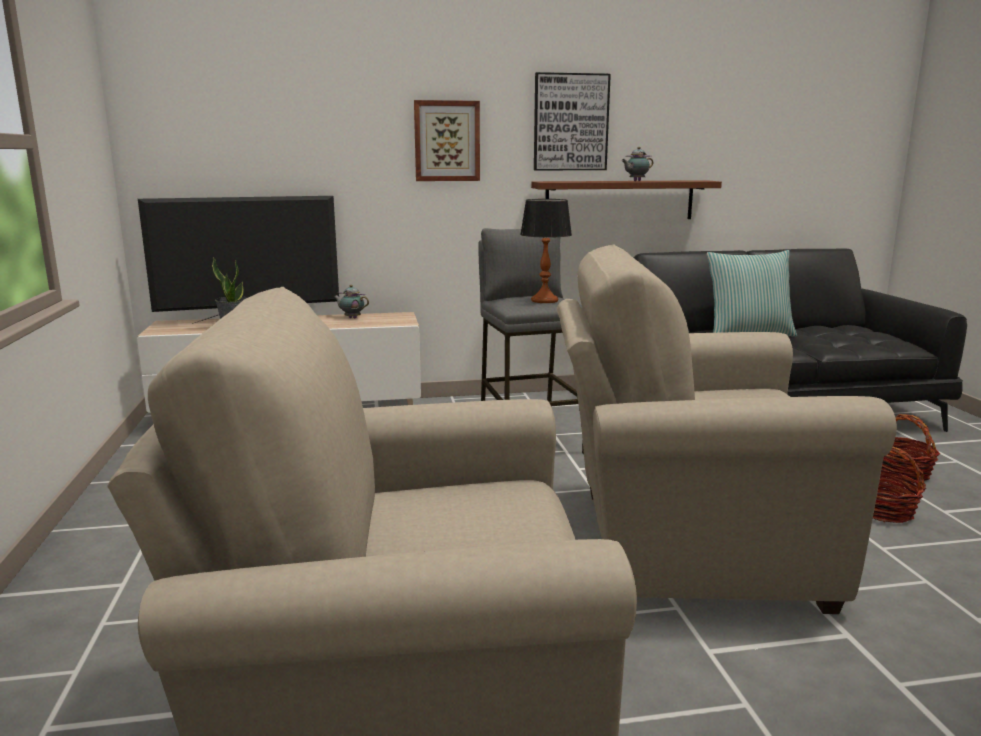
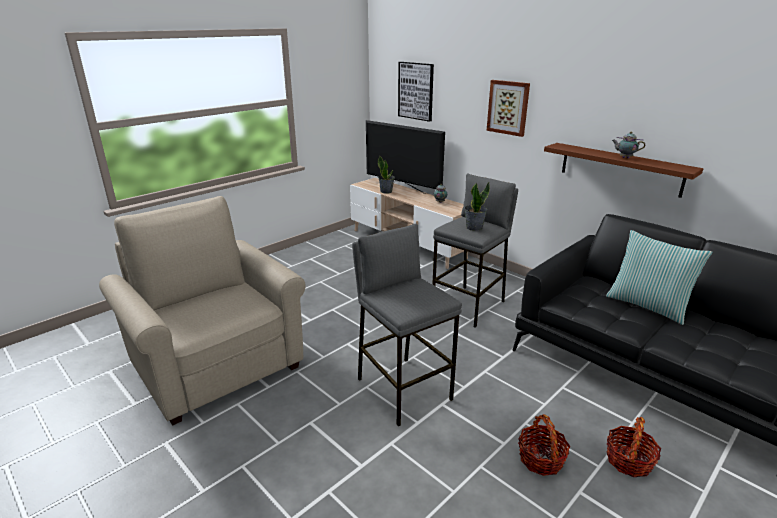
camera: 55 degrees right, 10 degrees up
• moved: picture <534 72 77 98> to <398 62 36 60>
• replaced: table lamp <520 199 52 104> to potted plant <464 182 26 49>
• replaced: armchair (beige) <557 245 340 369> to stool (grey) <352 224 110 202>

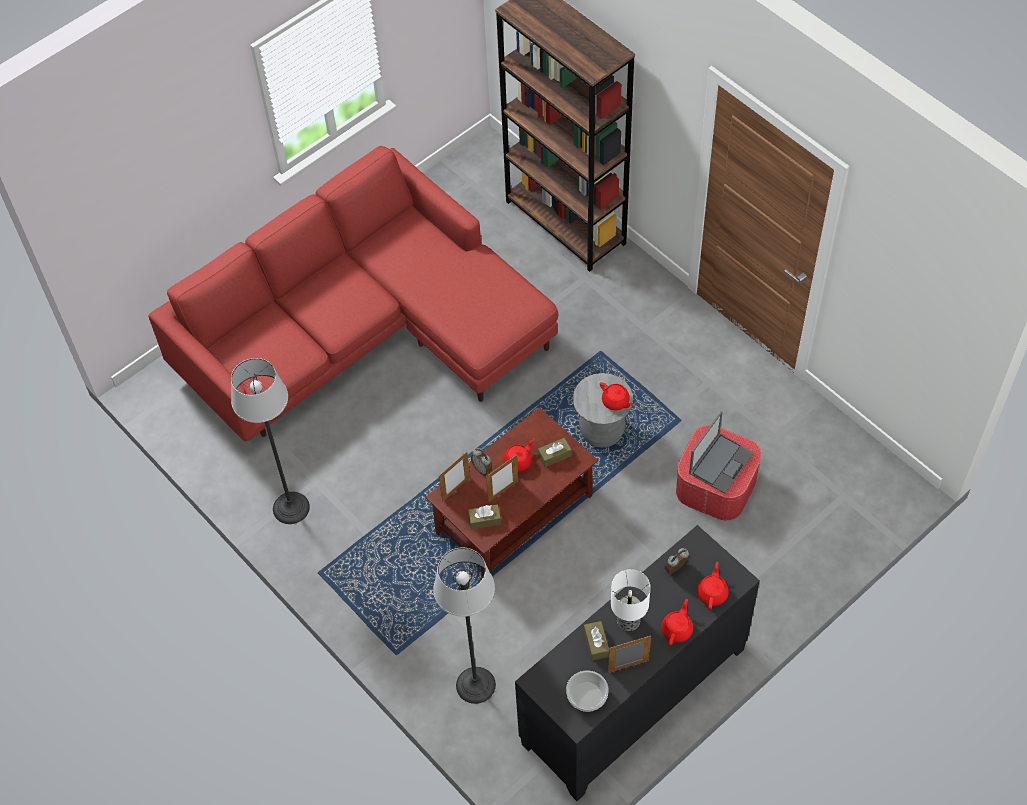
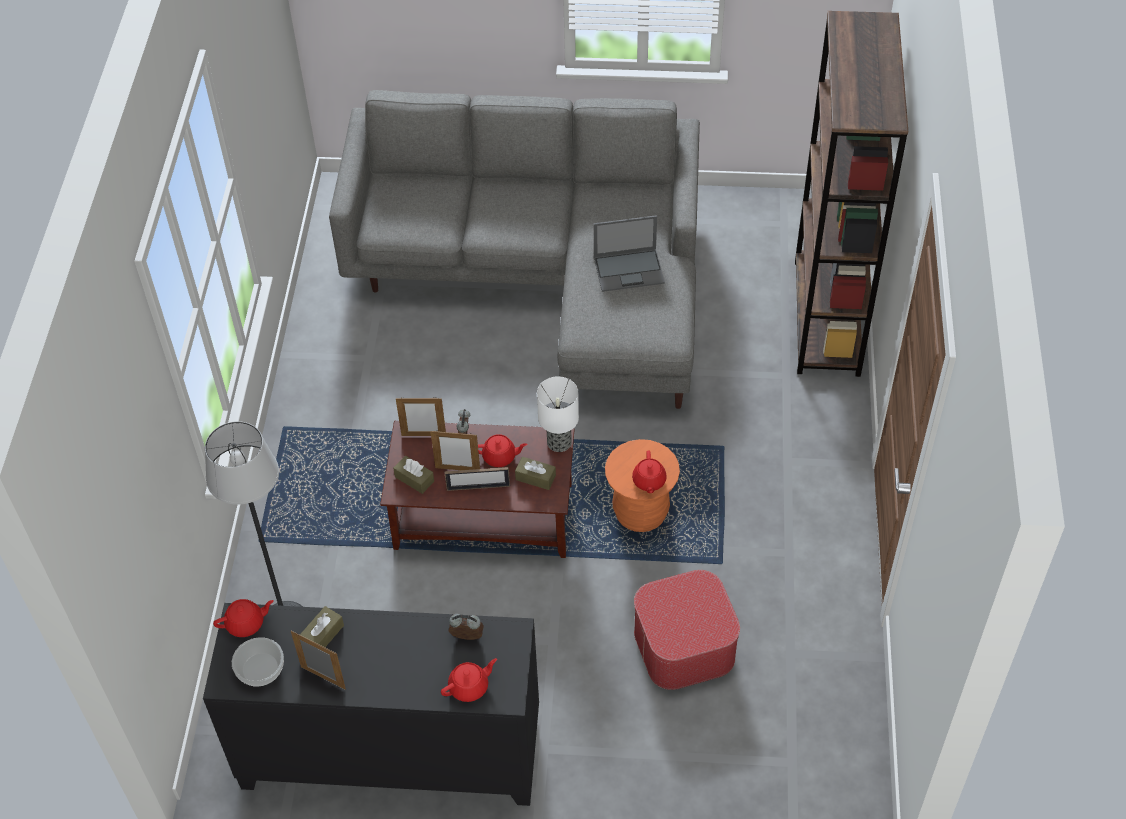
camera: 45 degrees right, 5 degrees down
• removed: floor lamp <231 358 79 166>
• added: picture frame <445 467 65 24>
• moved: table lamp <611 569 40 62> to <537 376 42 76>
• moved: teapot (red) <661 599 32 47> to <213 599 61 38>
• moved: laptop <689 411 65 83> to <594 215 71 77>
• recoloured: sofa (red) <148 146 410 295> to sofa (grey) <329 90 371 319>
• recoloured: stool (grey) <573 373 60 75> to stool (orange) <605 439 75 93>

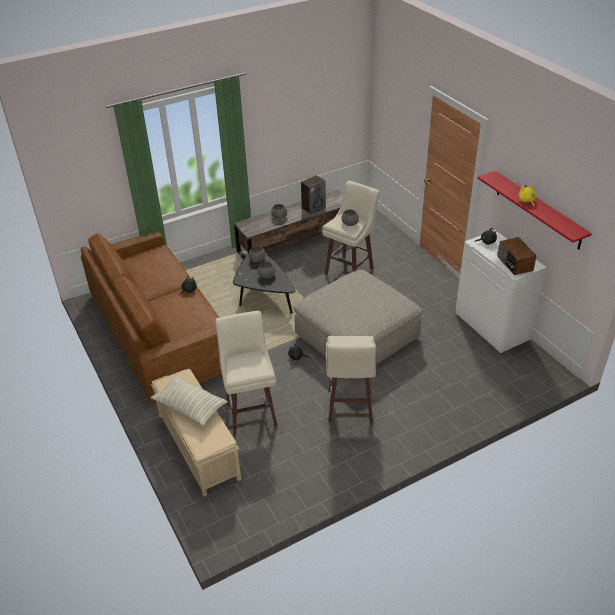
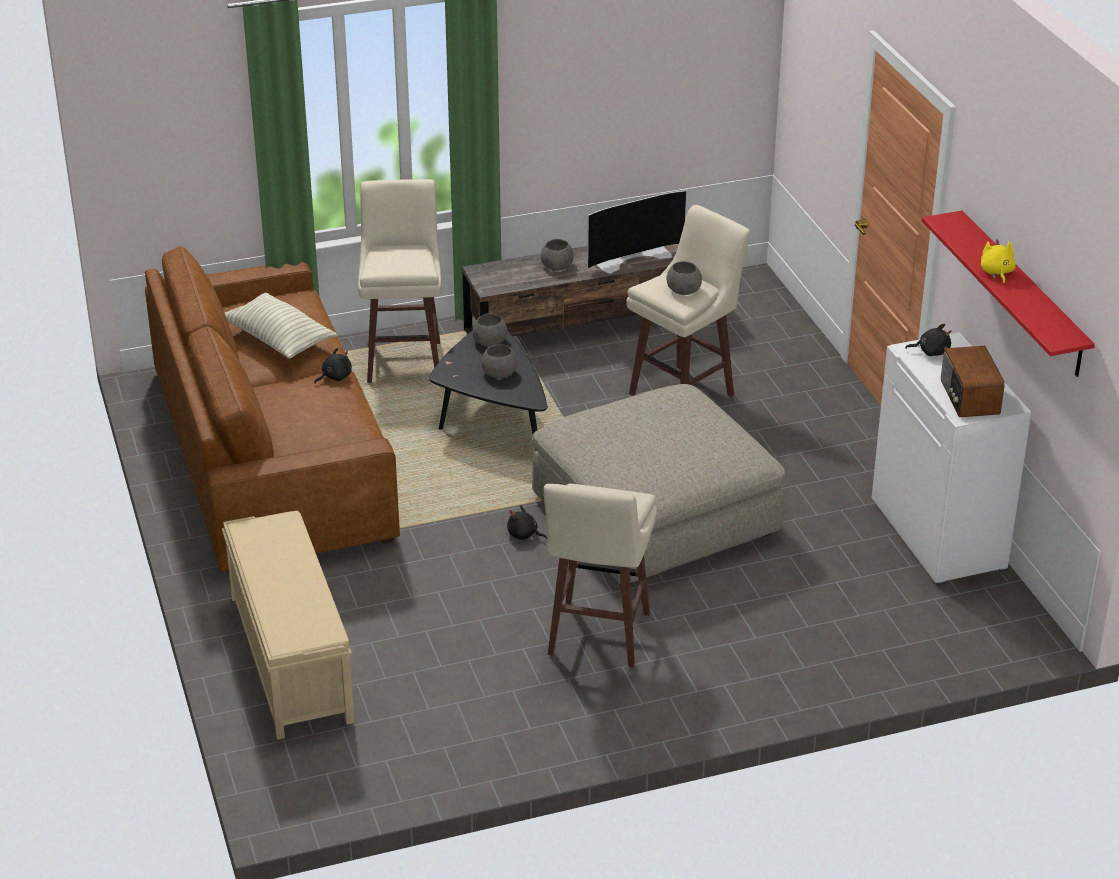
camera: 10 degrees right, 5 degrees down
• moved: pillow <151 375 77 51> to <225 293 112 66>
• moved: stool (beige) <215 311 62 124> to <358 179 84 204>
• replaced: speaker <301 175 25 40> to television <587 191 100 83>

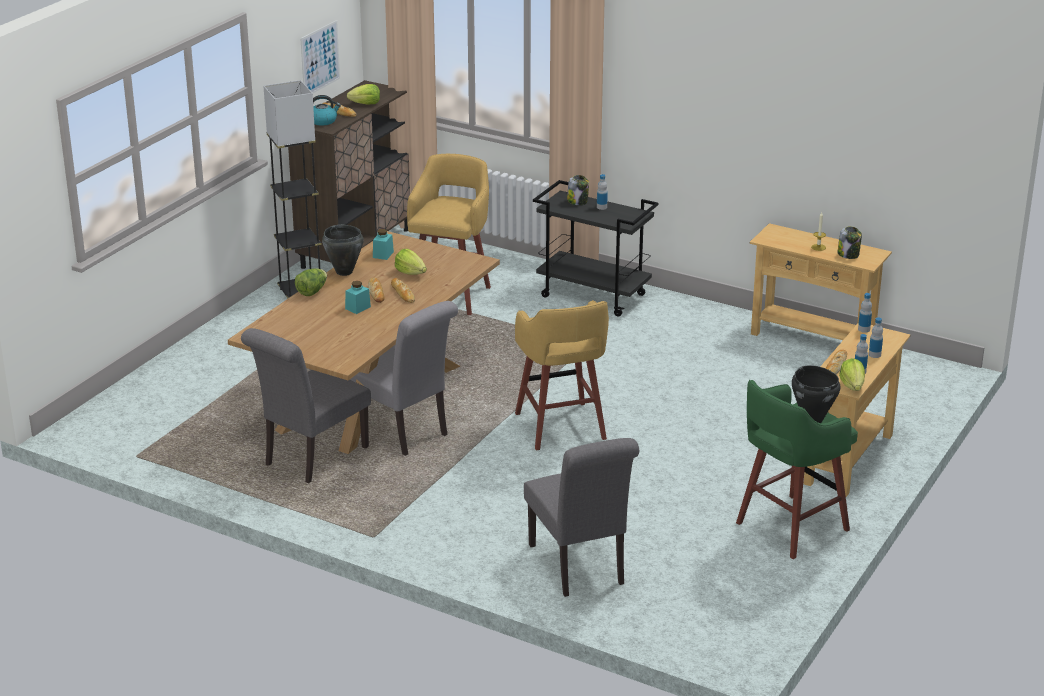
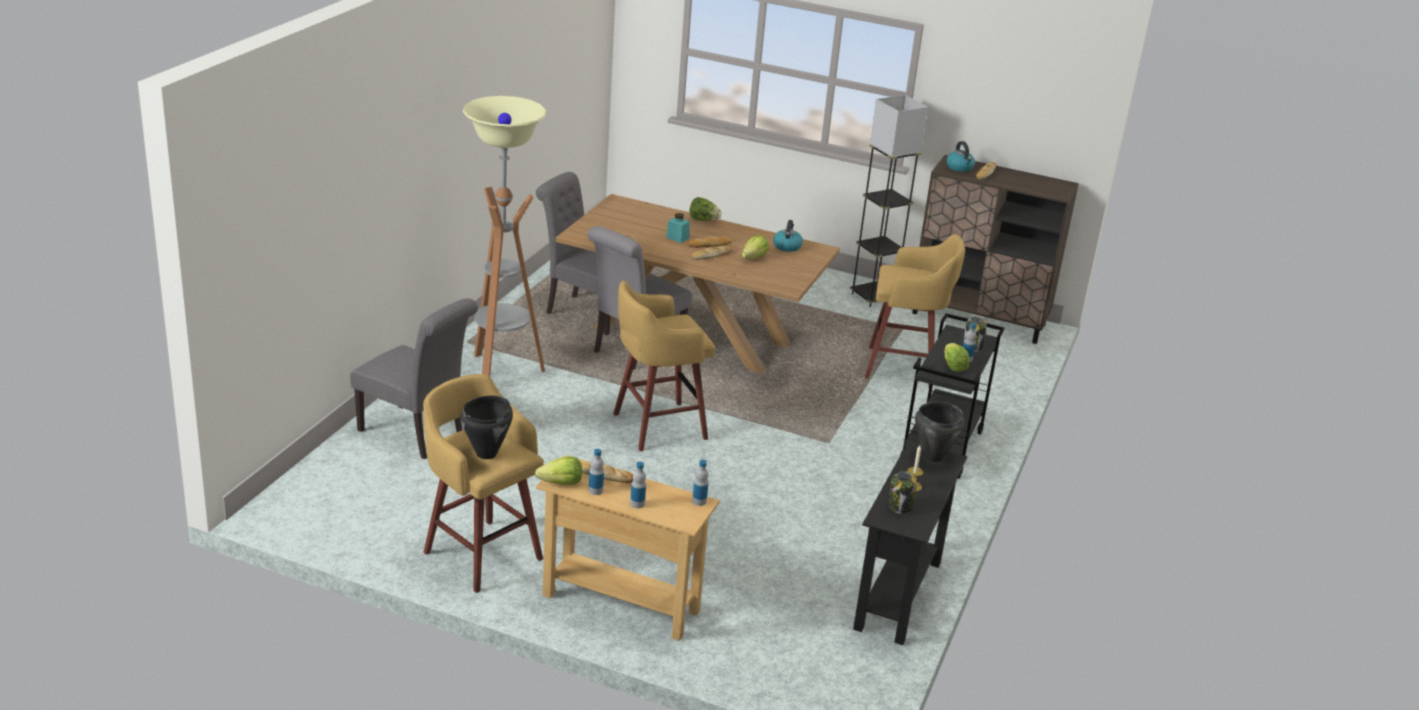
camera: 80 degrees right, 0 degrees up
• removed: picture <300 20 40 73>
• added: floor lamp <463 96 84 280>
• moved: cooking pot (black) <322 225 42 51> to <915 402 50 60>
• moved: lettuce <347 84 33 20> to <944 343 26 29>
• replaced: jar (turquoise) <373 229 21 31> to kettle <773 220 30 32>
• recoloured: stool (green) <736 380 122 179> to stool (yellow) <423 374 121 219>
• recoloured: console table (beige) <750 223 142 117> to console table (black) <853 441 114 204>
• turned: chair (grey) <524 438 115 159> = <350 298 128 161> 120 degrees counterclockwise

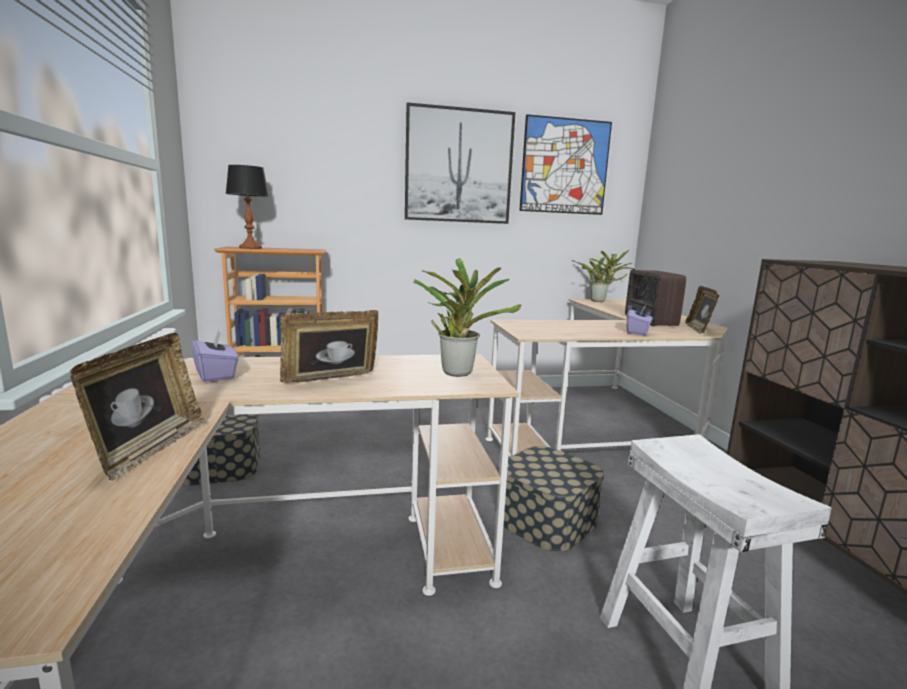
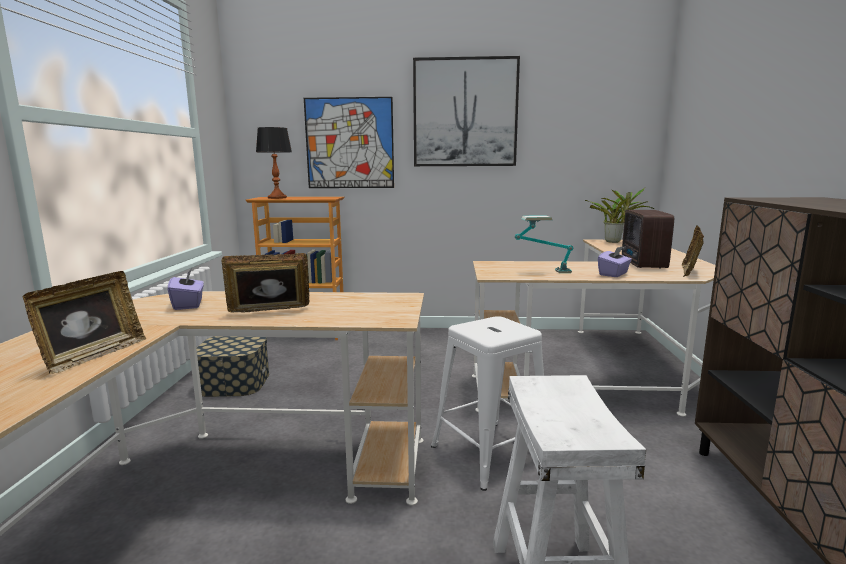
camera: 15 degrees right, 0 degrees up
• removed: potted plant <413 259 108 118>
• added: table lamp <515 215 58 58>
• moved: picture <519 114 93 101> to <304 97 90 91>
• replaced: storage box <498 446 106 106> to stool (white) <431 316 113 175>

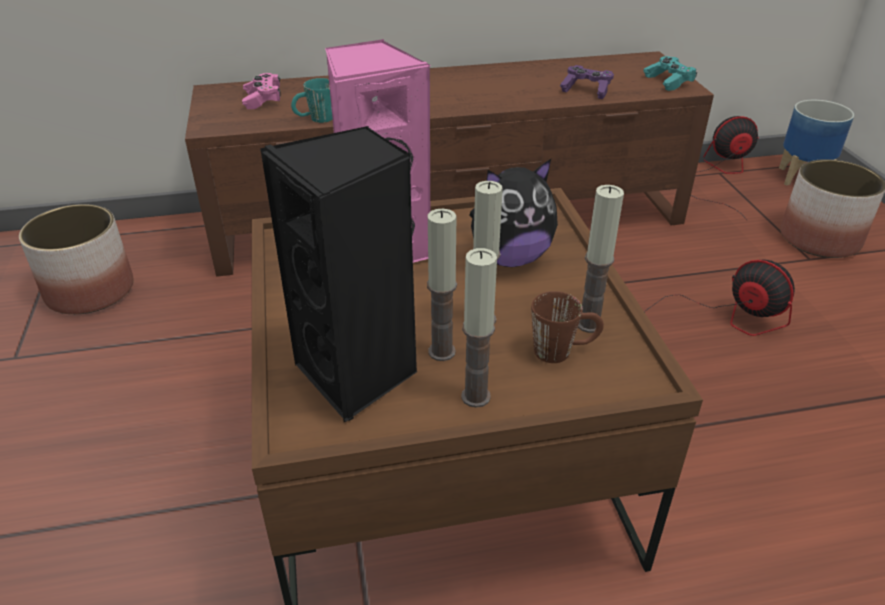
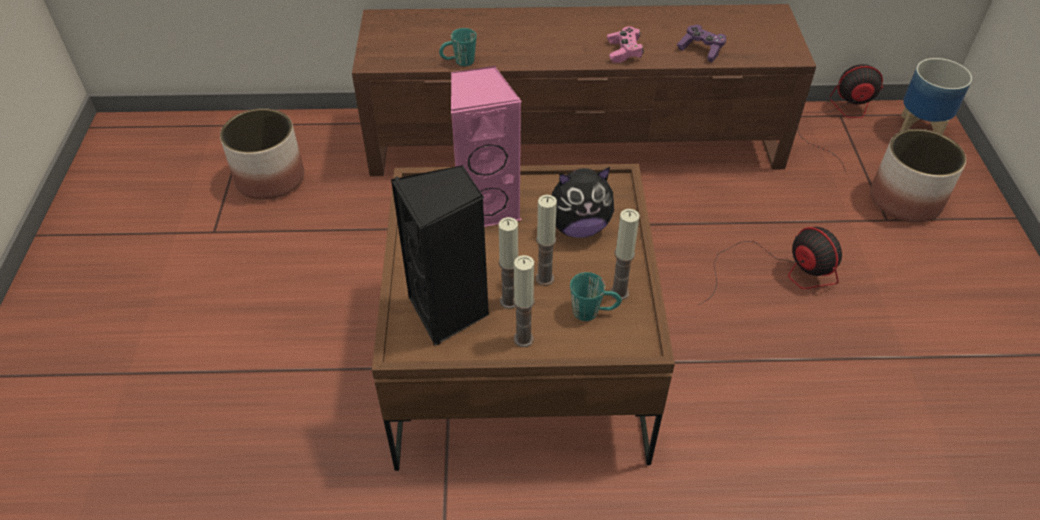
camera: 10 degrees right, 10 degrees up
• removed: game controller (turquoise) <643 56 54 35>
• moved: game controller (pink) <242 73 39 36> to <607 26 37 37>
• recoloured: mug (brown) <531 291 73 72> to mug (turquoise) <570 272 52 49>

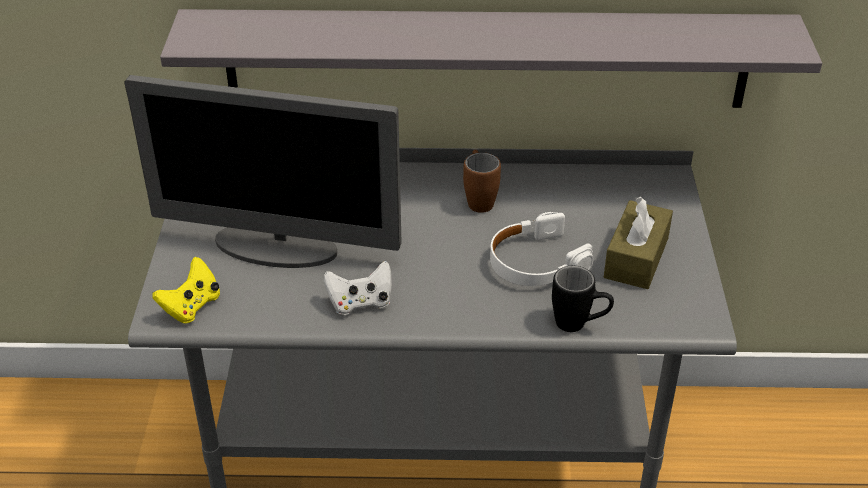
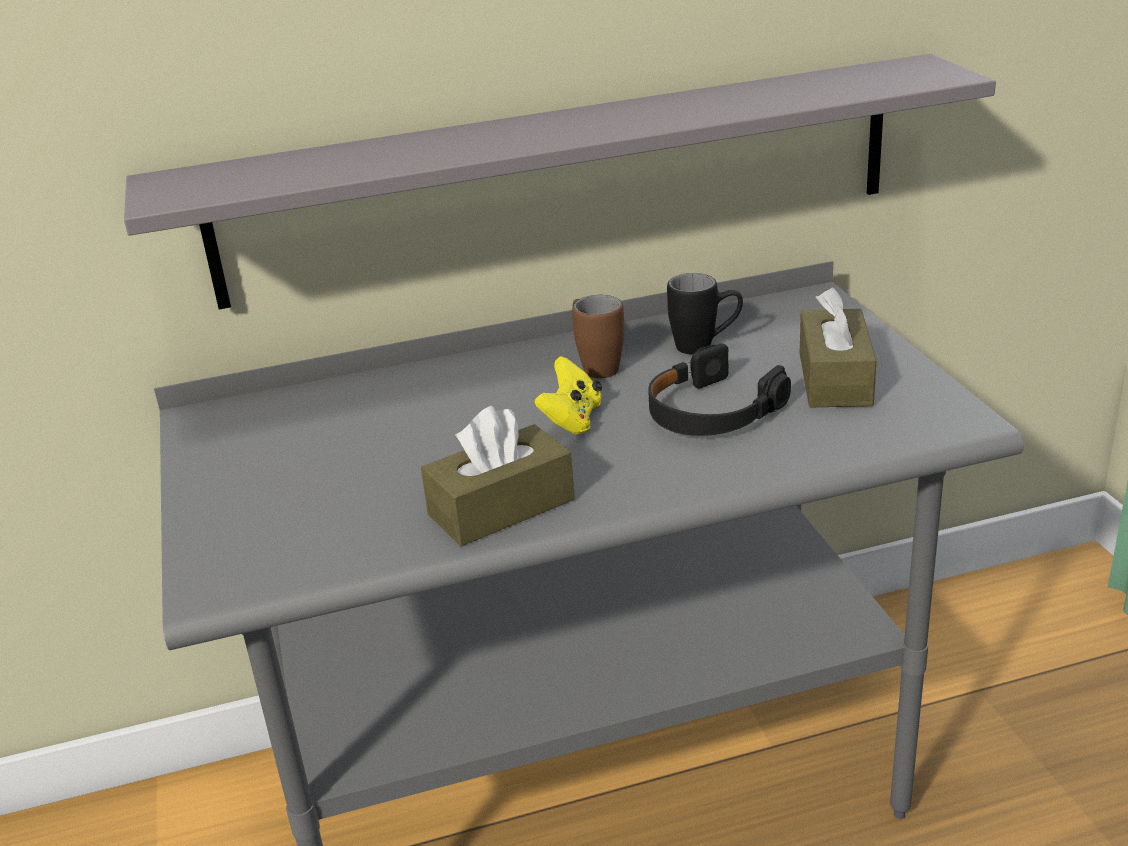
camera: 15 degrees left, 10 degrees down
• removed: monitor <124 75 278 193>
• moved: game controller (yellow) <152 257 68 66> to <534 357 68 77>
• moved: mug (black) <552 266 62 66> to <667 273 76 82>
• replaced: game controller (white) <324 261 68 54> to tissue box (brown) <421 406 154 140>
• recoloured: headphones (white) <490 212 104 74> to headphones (black) <648 343 143 93>

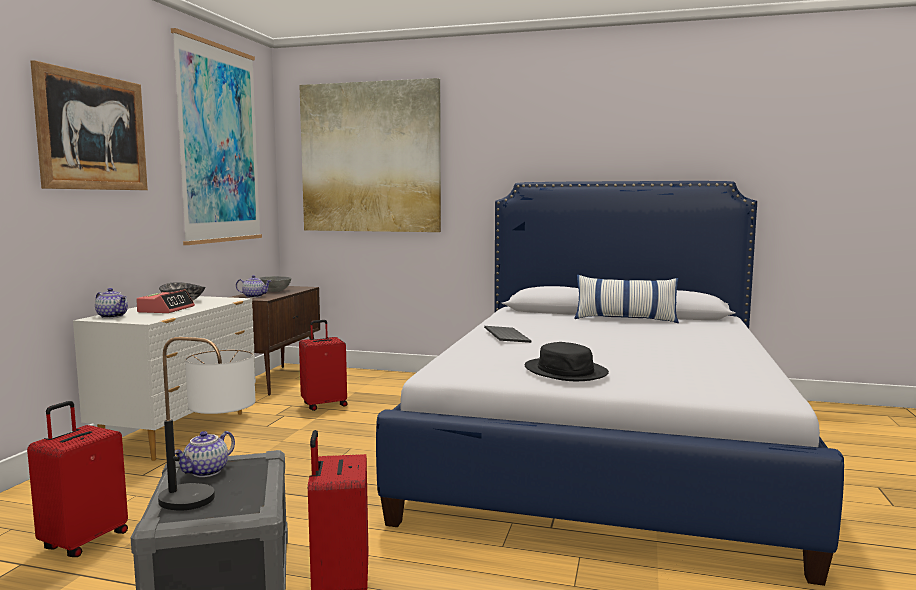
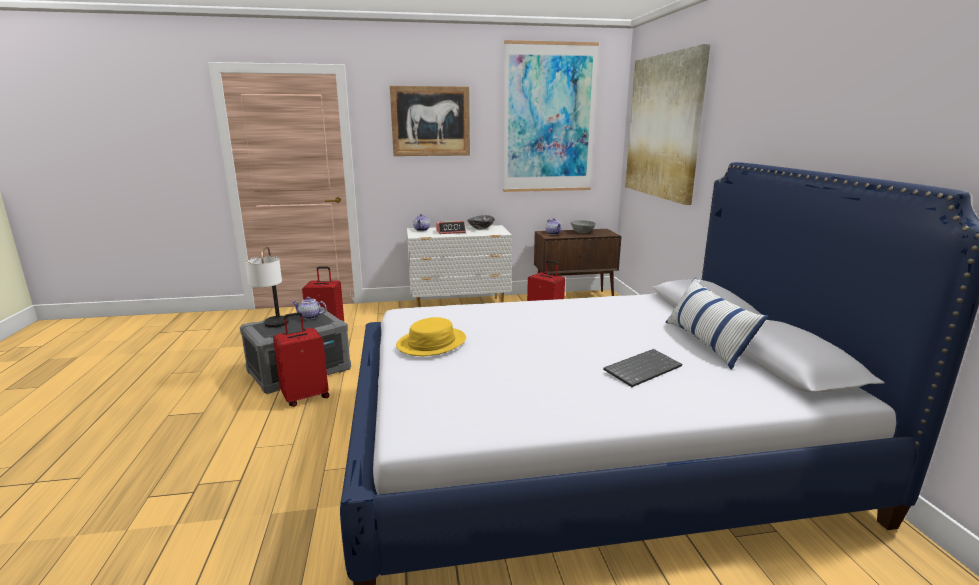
camera: 65 degrees right, 10 degrees up
• moved: keyboard <484 326 47 17> to <603 349 79 38>
• recoloured: hat (black) <525 342 84 39> to hat (yellow) <396 317 70 39>

